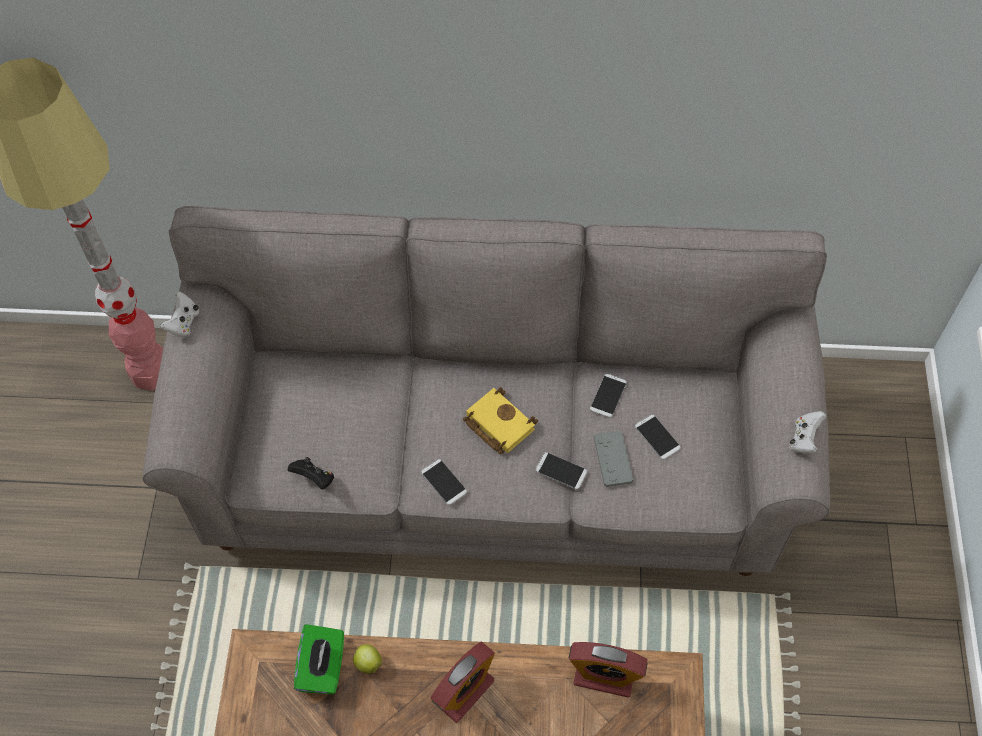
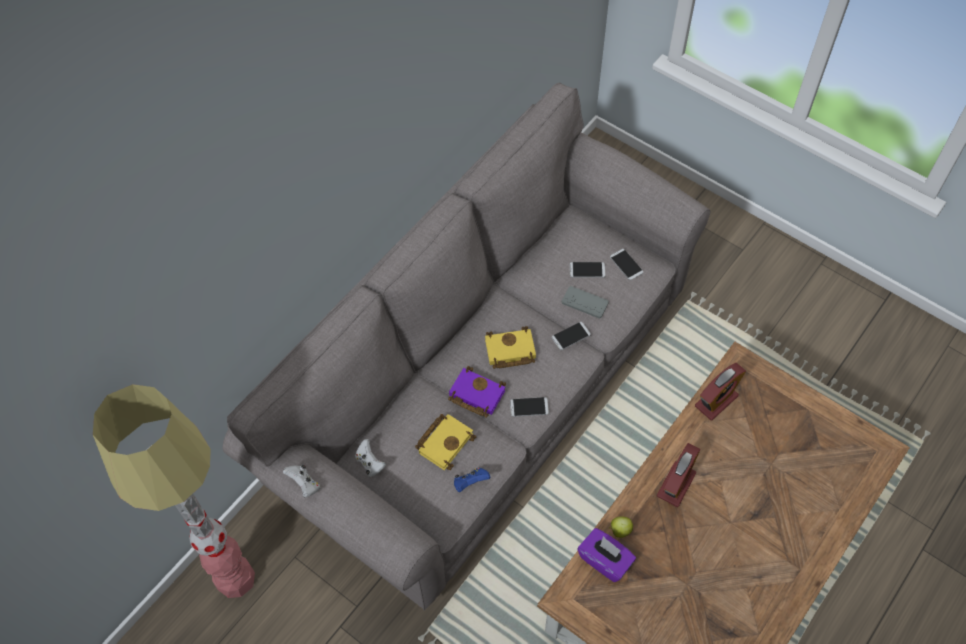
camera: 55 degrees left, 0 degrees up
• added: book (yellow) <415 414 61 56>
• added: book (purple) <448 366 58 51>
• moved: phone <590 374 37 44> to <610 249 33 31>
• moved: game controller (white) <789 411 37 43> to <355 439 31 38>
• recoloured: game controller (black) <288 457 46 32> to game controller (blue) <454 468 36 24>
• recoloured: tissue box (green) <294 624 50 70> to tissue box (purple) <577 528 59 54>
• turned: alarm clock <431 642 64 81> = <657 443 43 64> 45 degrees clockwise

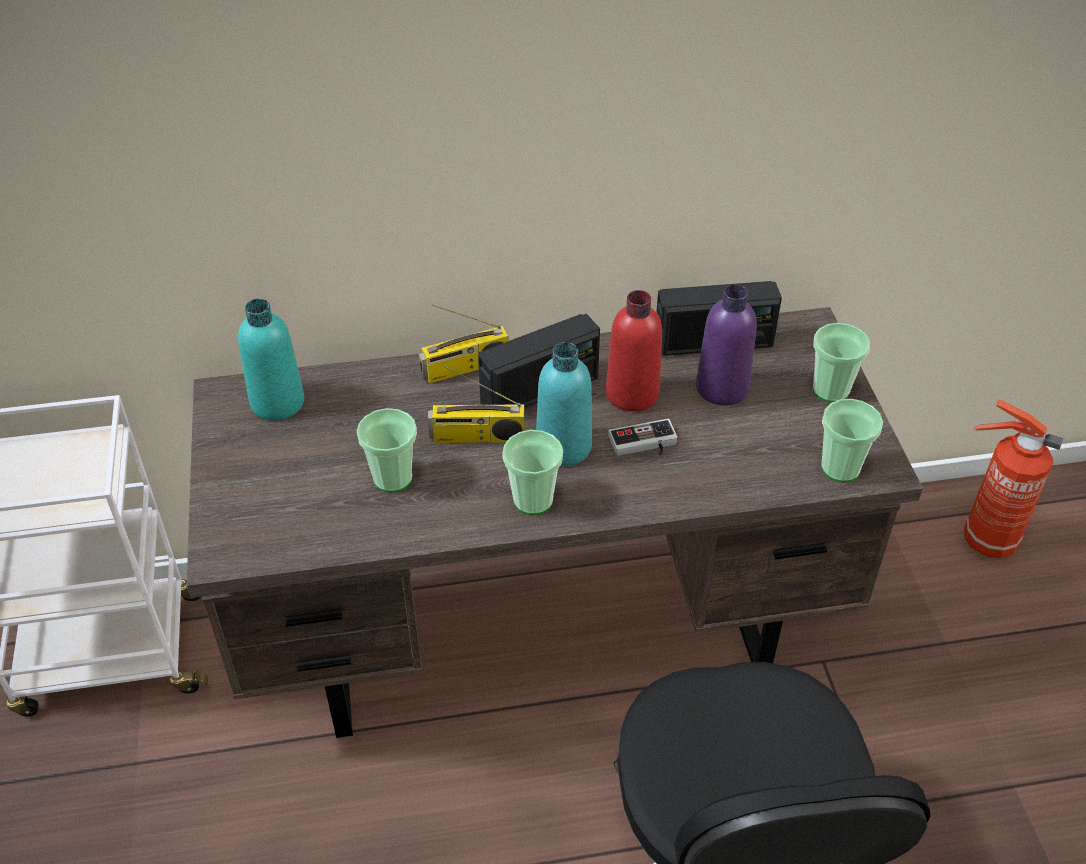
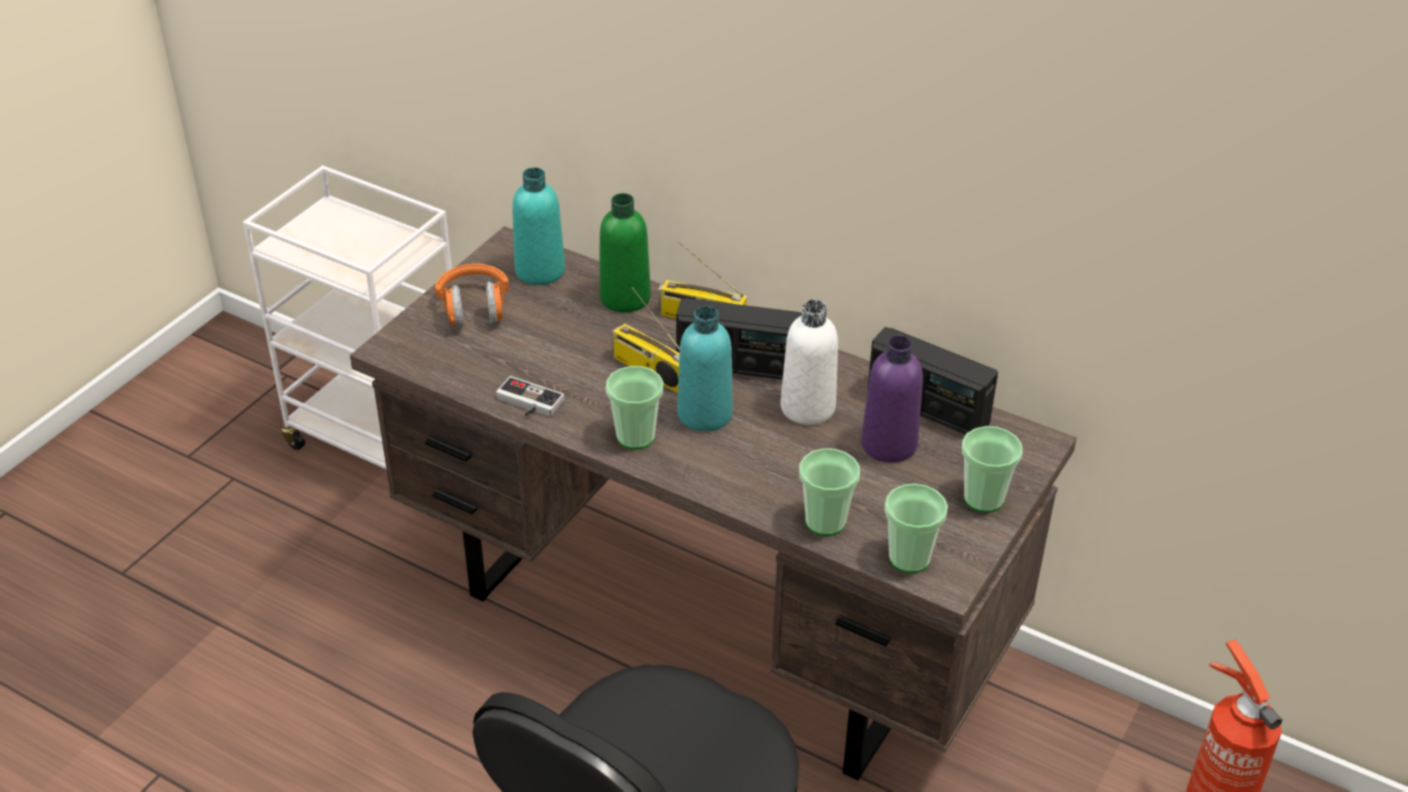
camera: 40 degrees right, 5 degrees down
• added: headphones (orange) <435 264 74 64>
• added: bottle (green) <599 193 52 120>
• moved: cup <357 408 60 84> to <799 448 61 88>
• moved: game controller <608 419 70 37> to <496 376 68 41>
• recoloured: bottle (red) <606 290 56 122> to bottle (white) <781 299 57 126>

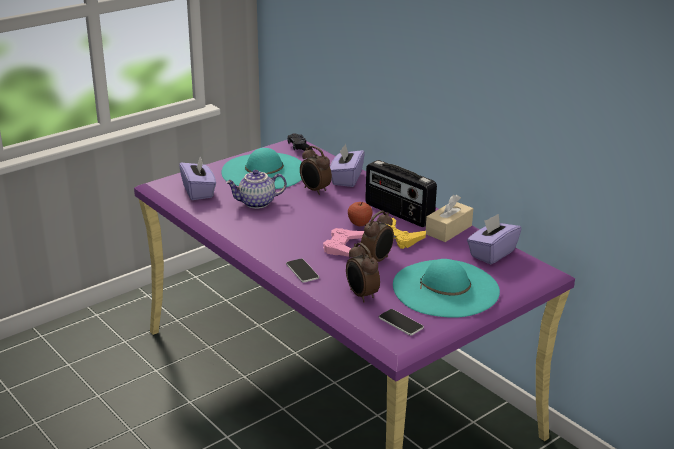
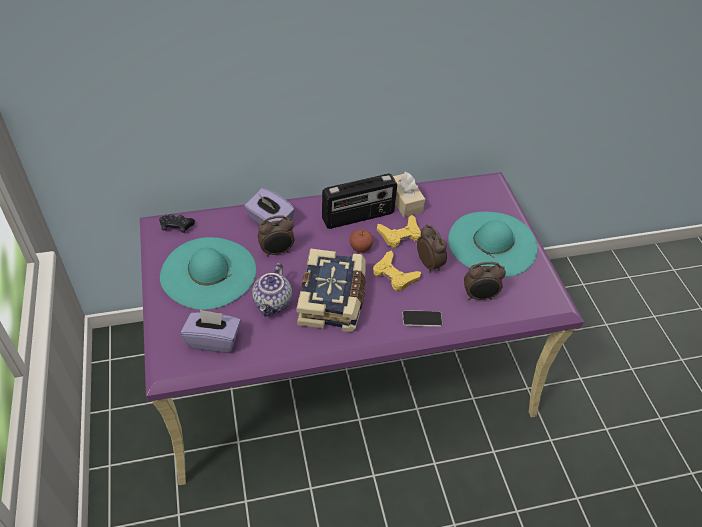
camera: 65 degrees left, 20 degrees up
• removed: phone <379 309 45 27>
• removed: tissue box (purple) <467 214 55 51>
• added: book <297 248 69 84>
• recoloured: game controller (pink) <323 228 41 29> to game controller (yellow) <373 251 48 41>

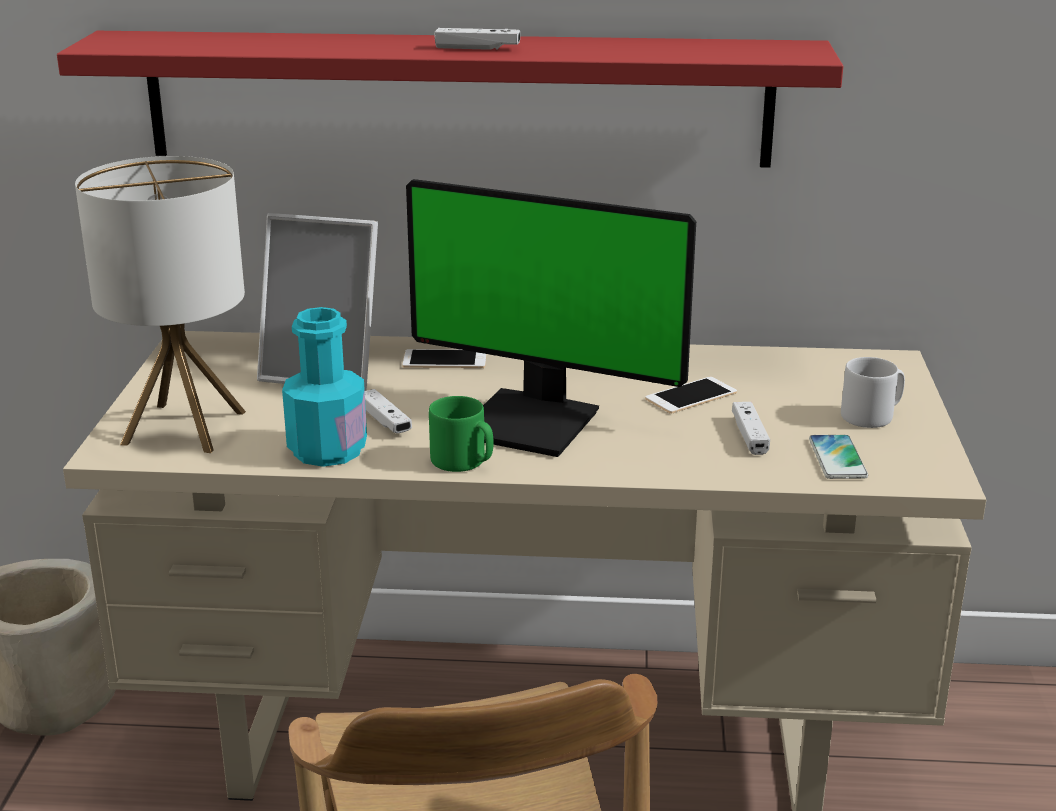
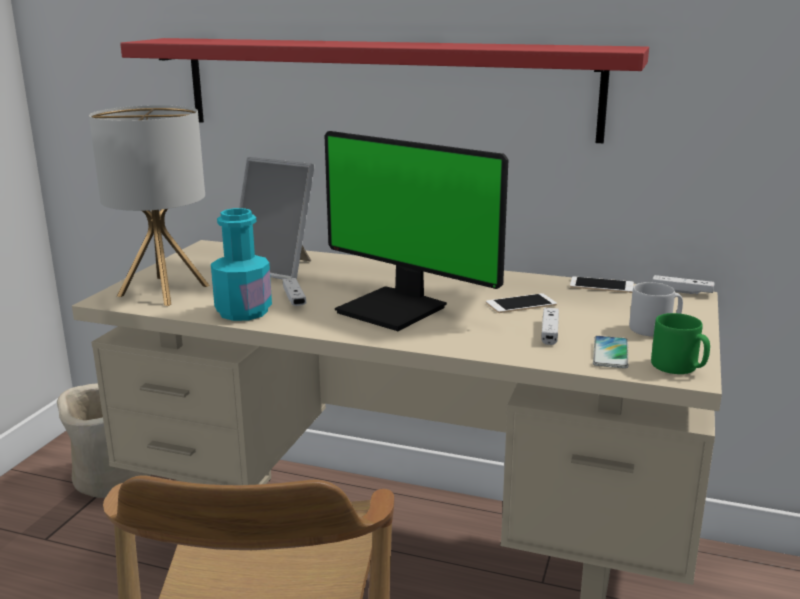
camera: 15 degrees right, 5 degrees down
• moved: phone <402 349 85 19> to <570 277 64 16>
• moved: mug (green) <429 396 64 76> to <651 313 59 61>
• moved: game controller (white) <434 28 86 22> to <652 275 63 20>

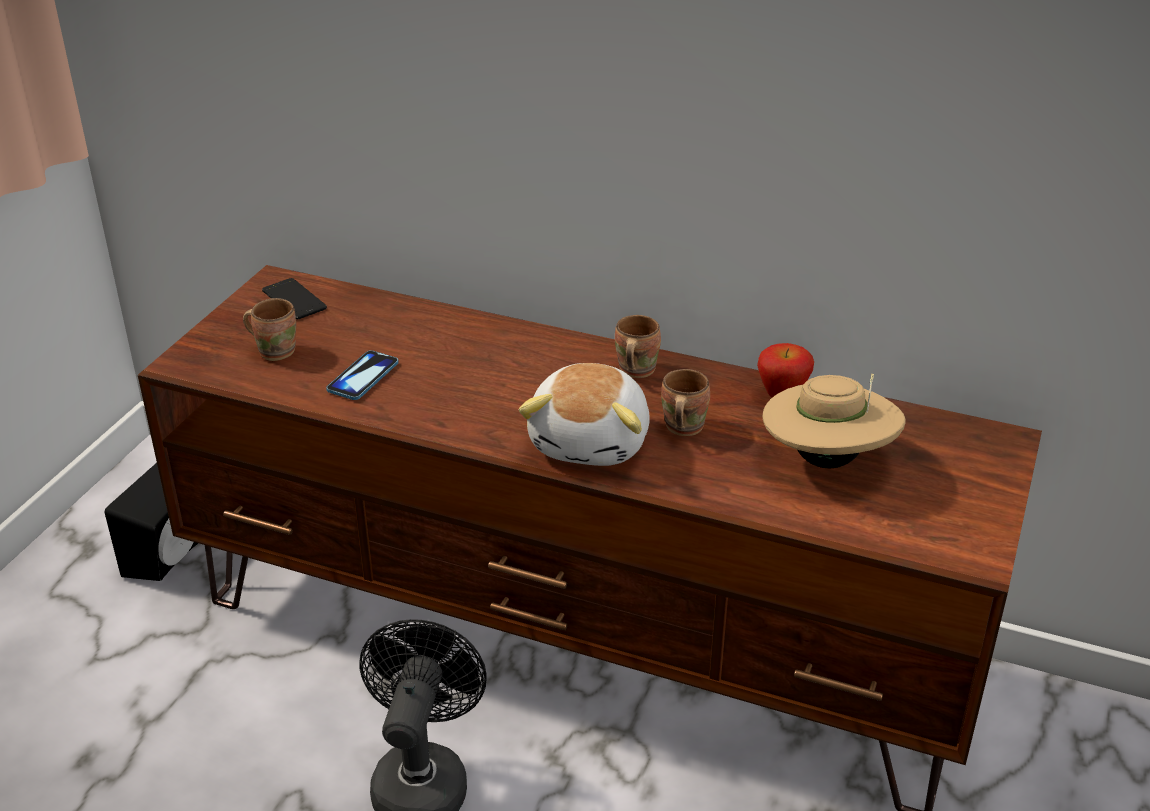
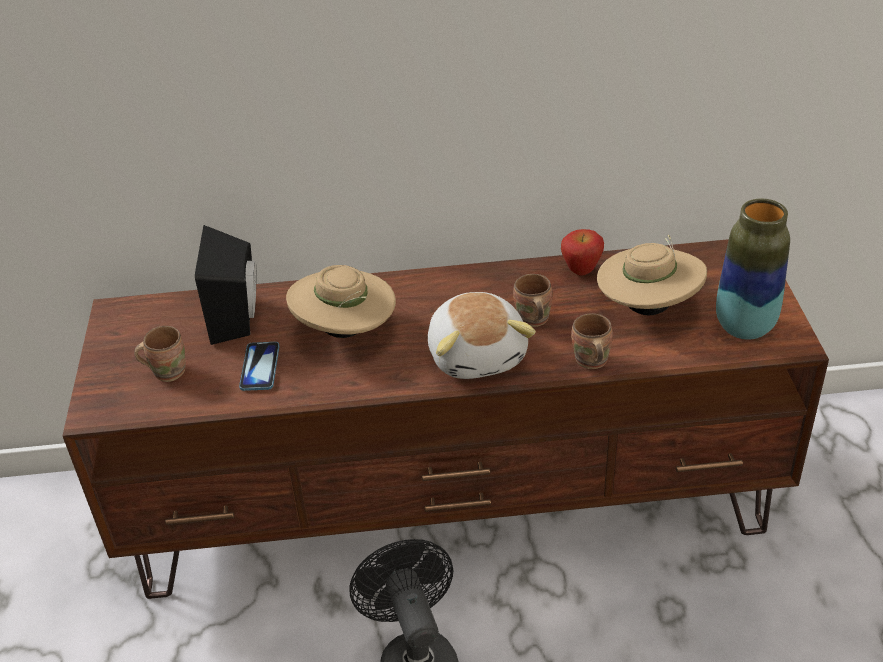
camera: 25 degrees left, 5 degrees up
• removed: phone <262 278 65 41>
• added: hat (beige) <286 265 110 73>
• added: vase <716 199 74 141>
• moved: speaker (black) <105 463 94 118> to <195 225 61 120>
• moved: mug (brown) <615 315 46 63> to <571 314 42 55>

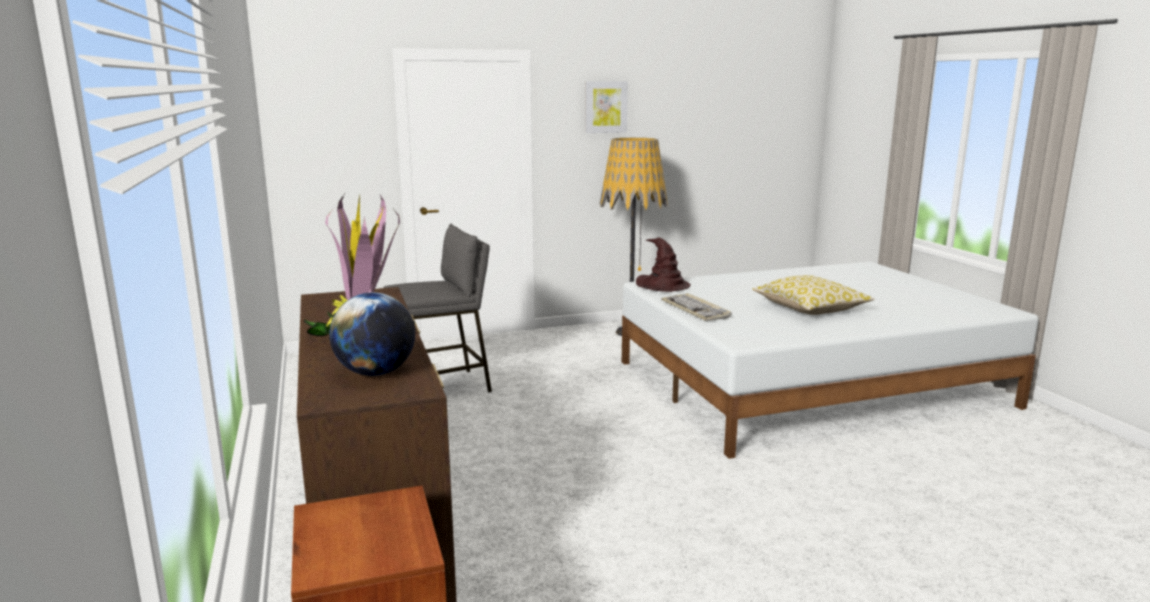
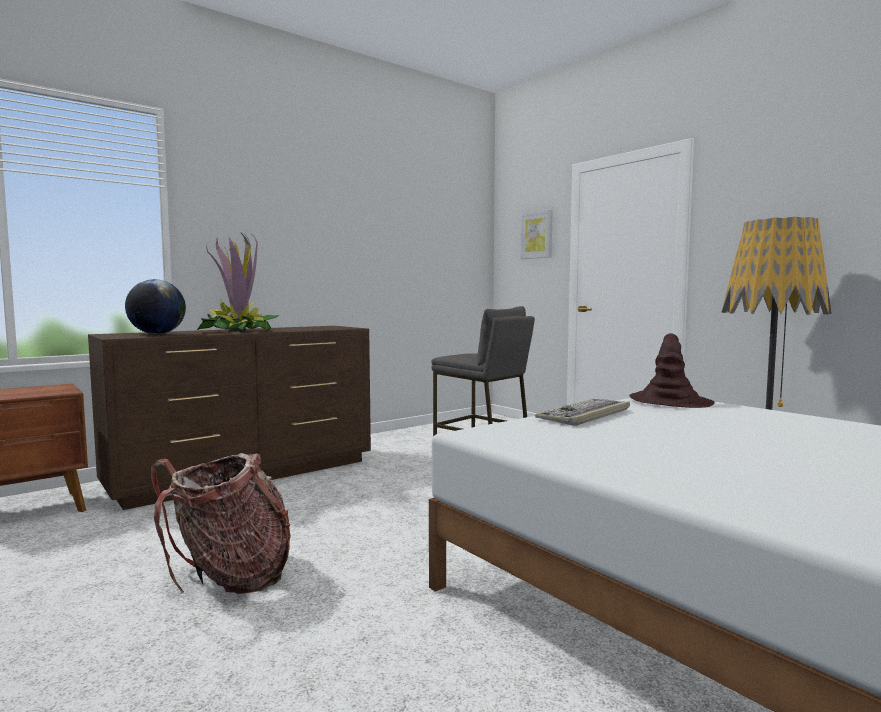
camera: 70 degrees right, 10 degrees down
• removed: pillow <752 275 123 40>
• added: backpack <151 453 140 141>
• moved: picture <585 81 43 52> to <520 210 33 49>

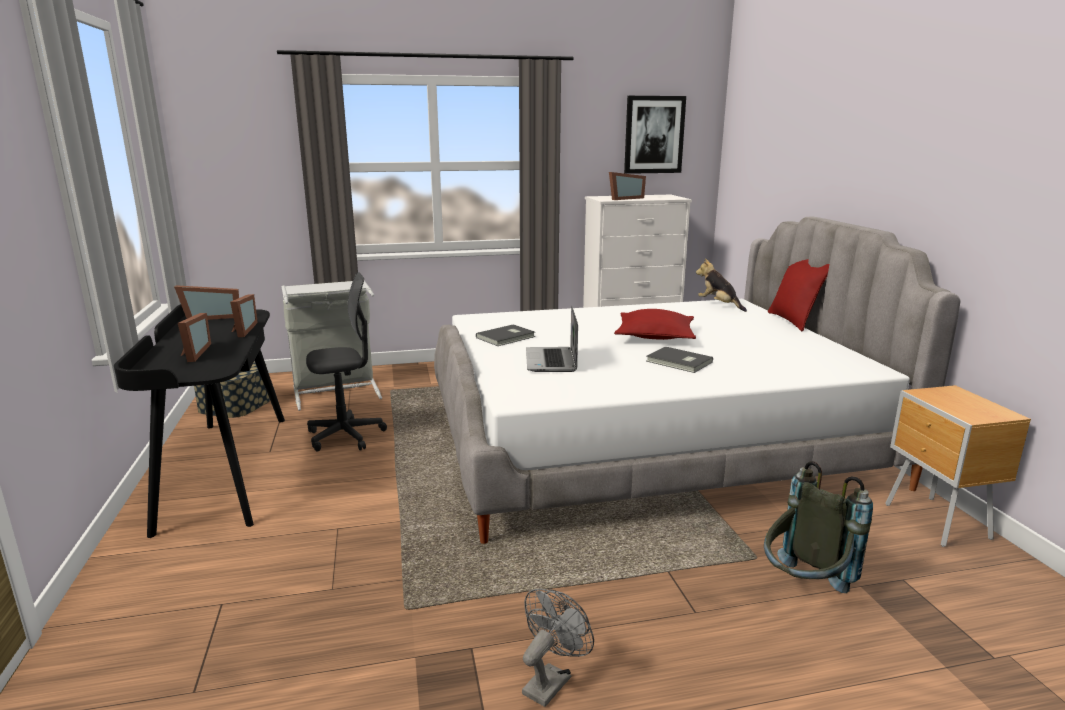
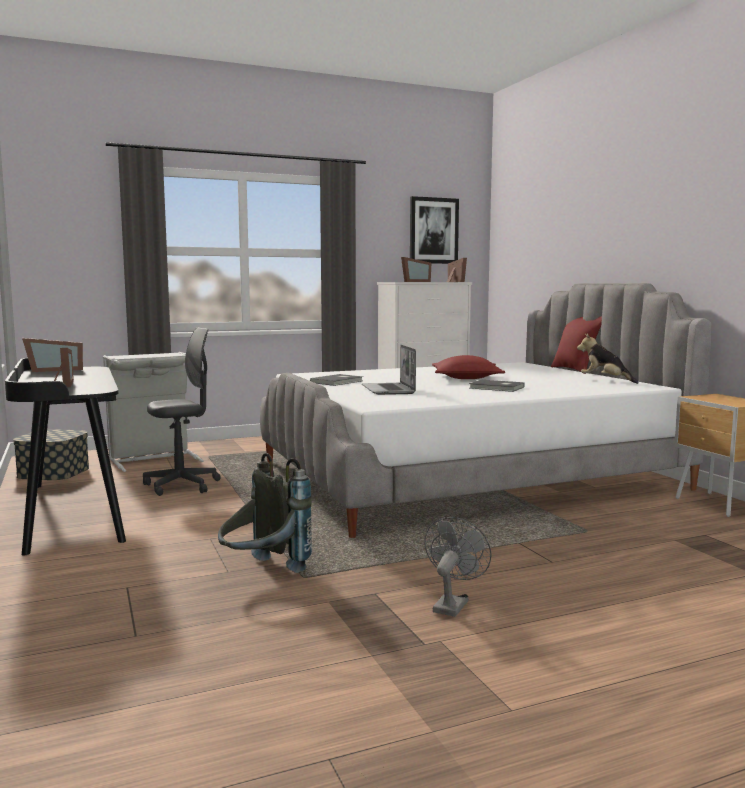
camera: 10 degrees left, 10 degrees down
• moved: picture frame <230 294 28 43> to <447 258 20 24>
• moved: plush toy <696 259 51 53> to <577 334 62 50>
• moved: backpack (grey) <764 461 109 132> to <218 453 94 120>

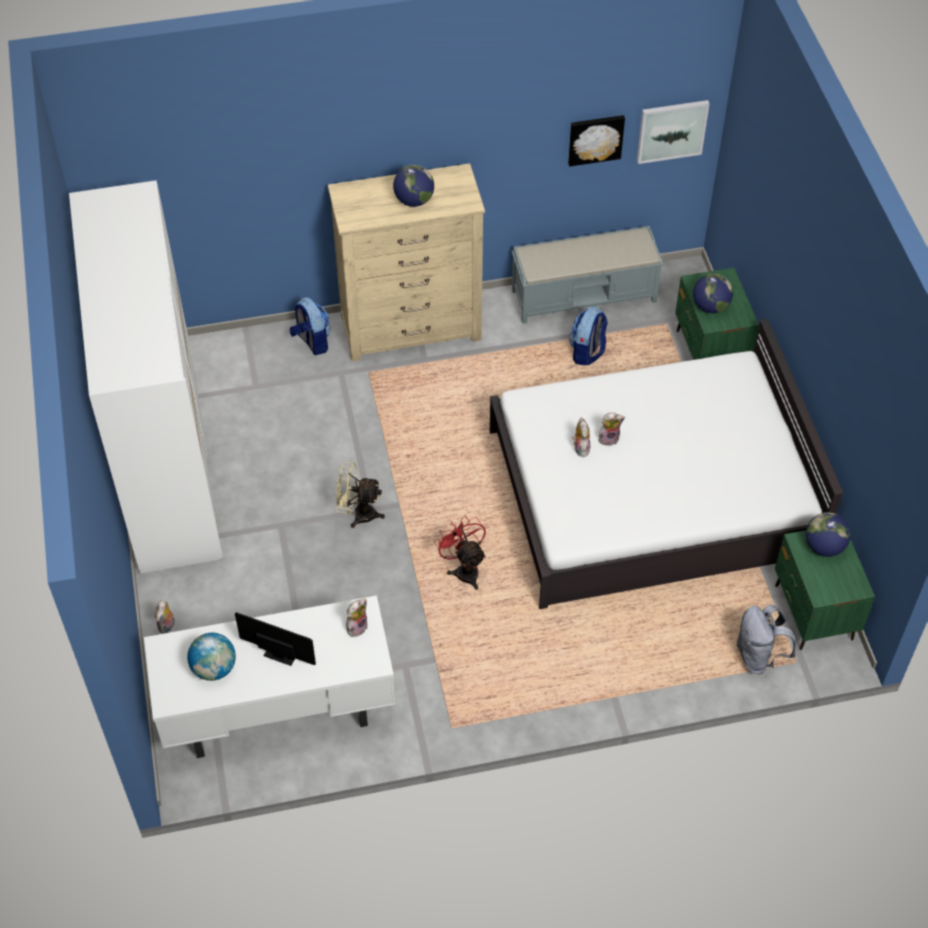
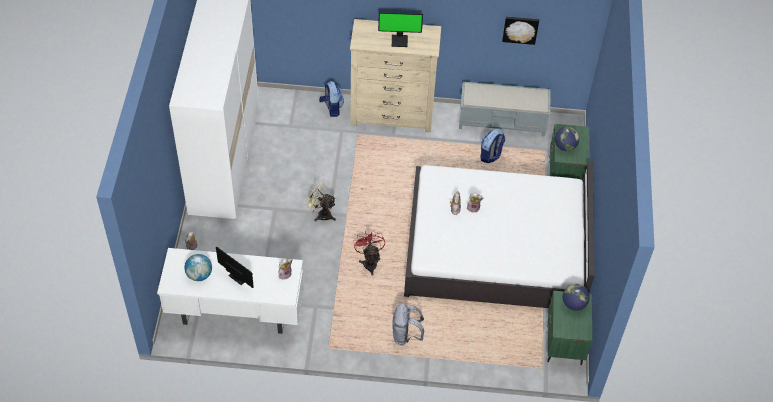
camera: 15 degrees right, 0 degrees up
• removed: picture <637 100 72 64>
• moved: backpack (grey) <736 605 60 69> to <392 303 32 42>
• replaced: globe <393 165 41 42> to monitor <378 12 45 35>

